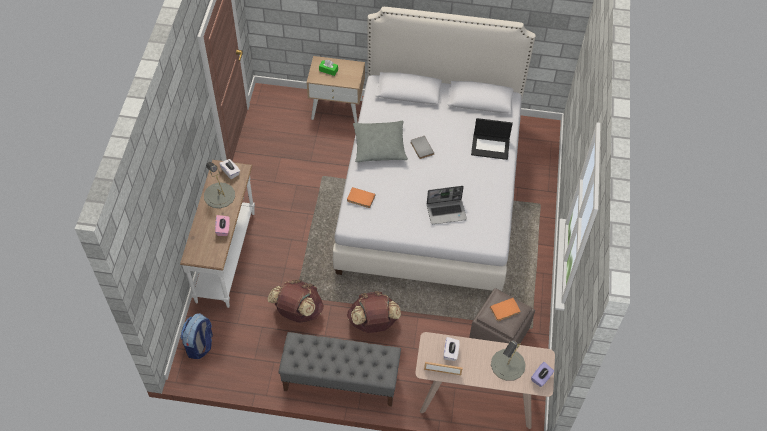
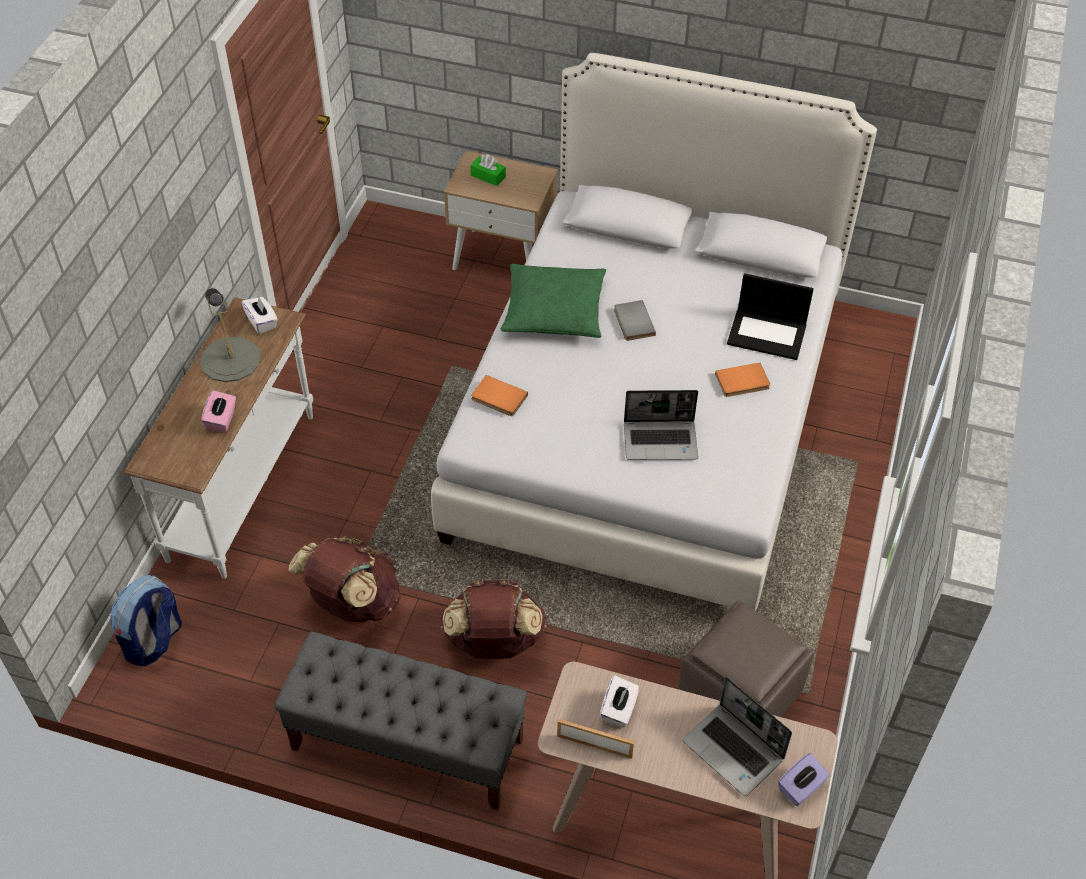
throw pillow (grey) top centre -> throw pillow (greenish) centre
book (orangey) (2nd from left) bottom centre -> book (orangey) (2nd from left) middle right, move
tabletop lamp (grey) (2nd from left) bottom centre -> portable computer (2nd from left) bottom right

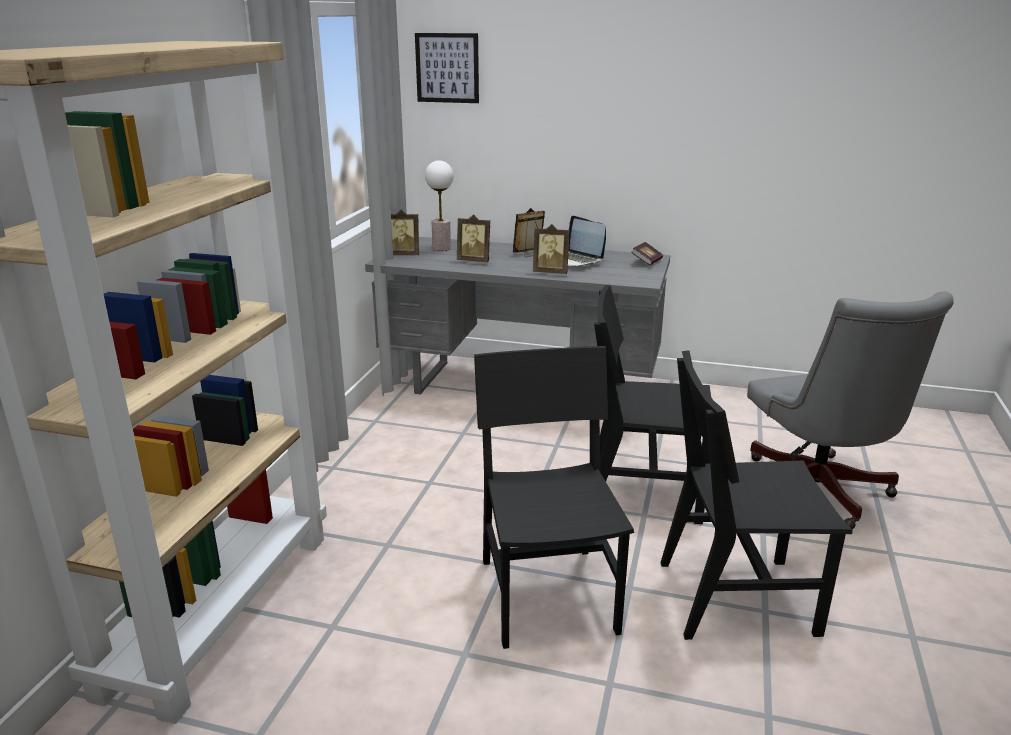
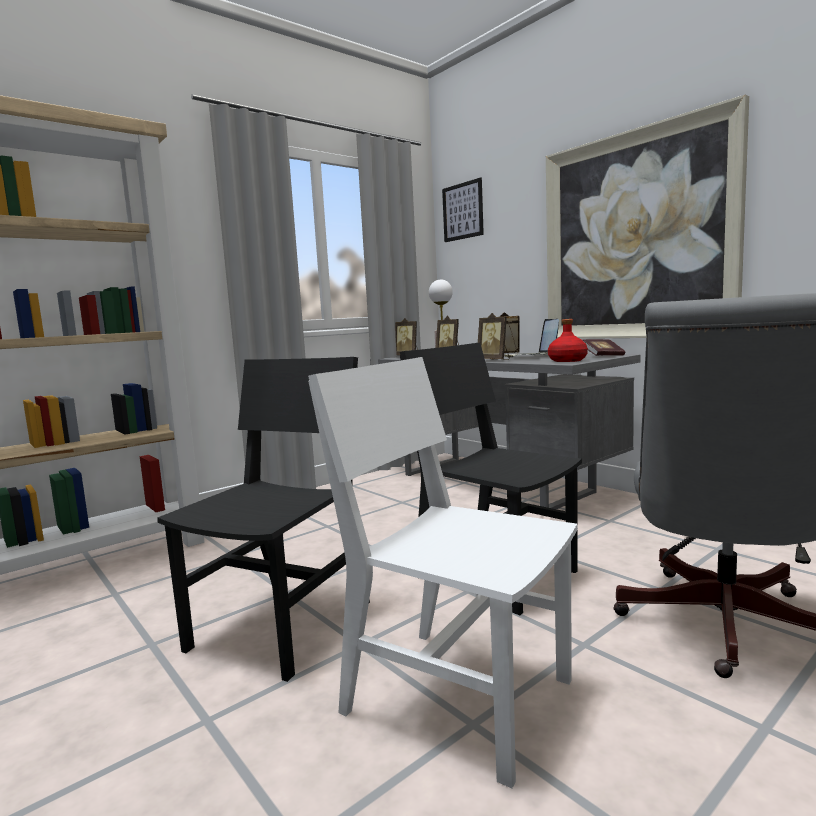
upright chair (black) (3rd from left) bottom right -> upright chair (whitish) bottom centre
none -> wall picture (2nd from left) top right
none -> drink bottle (red-coloured) middle right

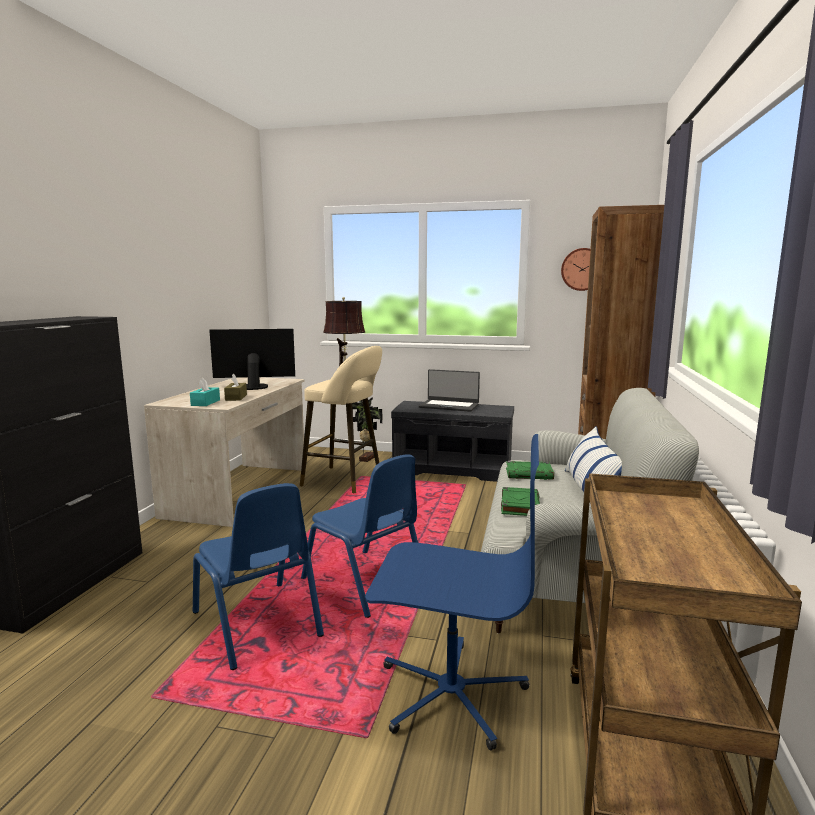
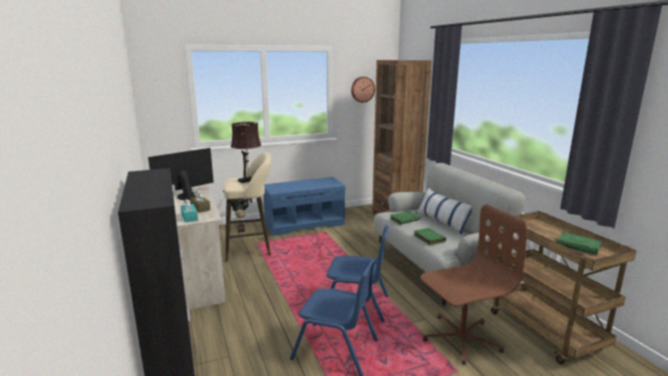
computer chair (bluish) bottom centre -> computer chair (brown) bottom right
bench (grey) centre -> bench (bluish) centre
portable computer centre -> none
none -> book (greenish) (3rd from left) middle right

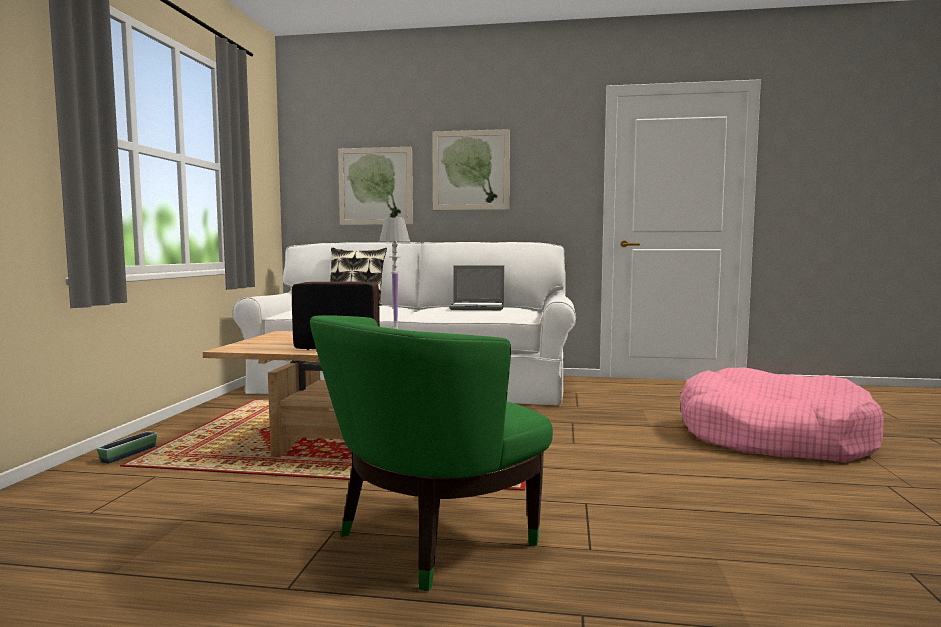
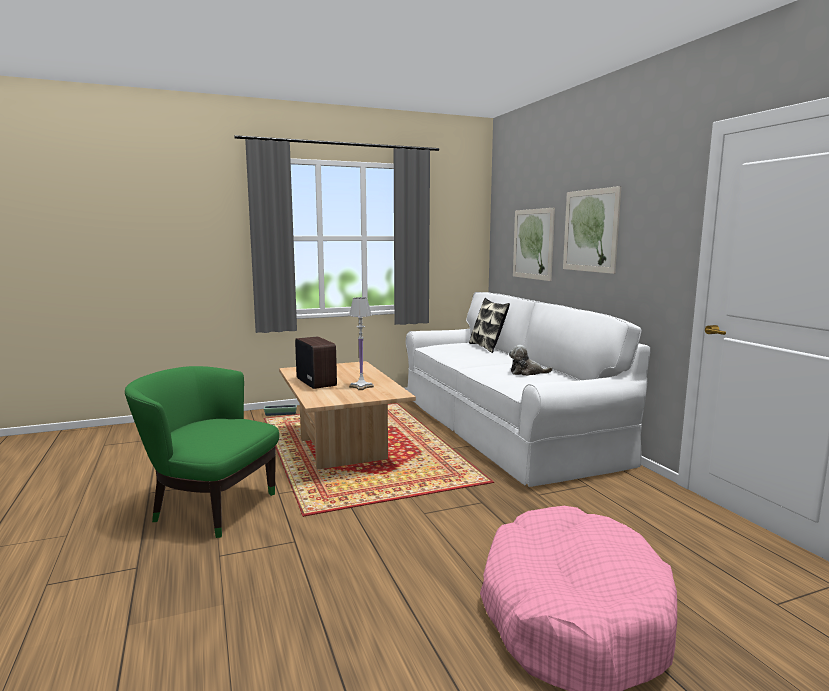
portable computer centre -> soft toy centre

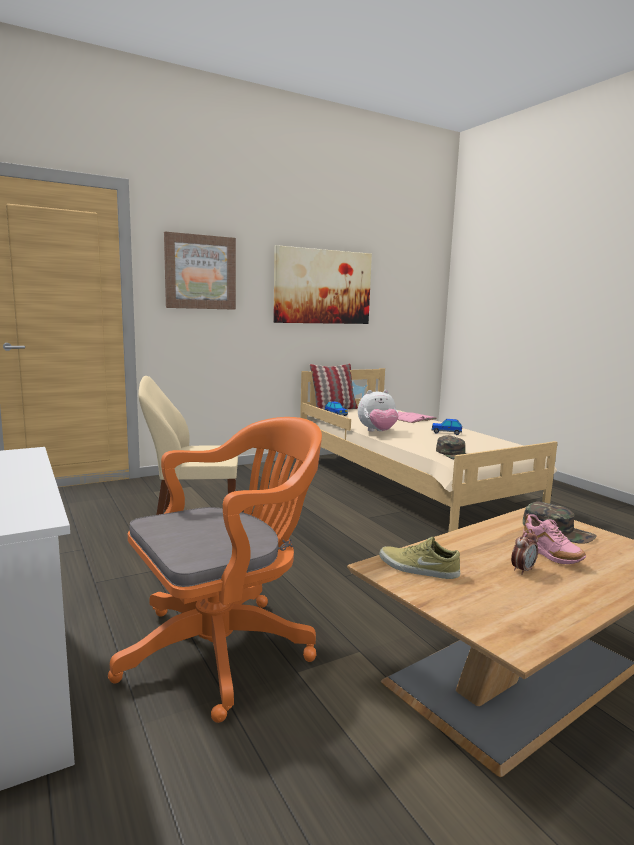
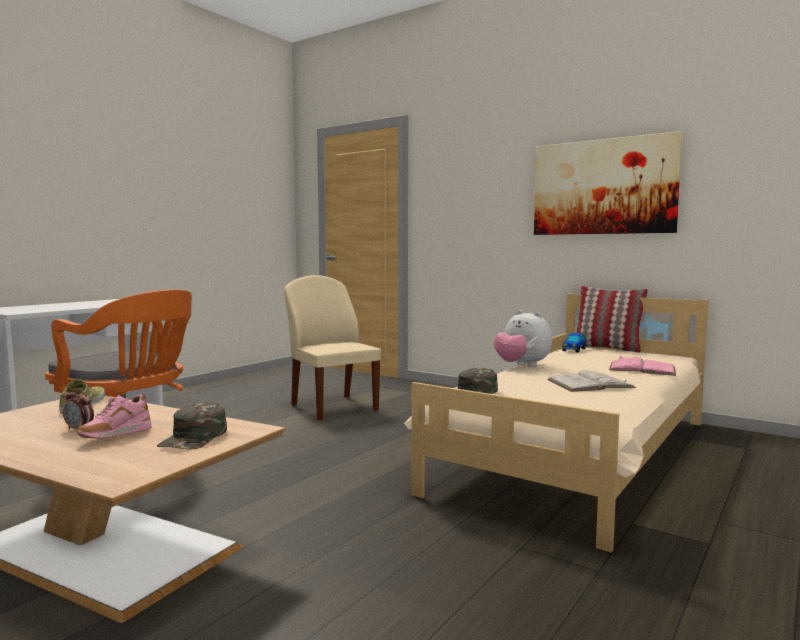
wall picture (1st from left) top left -> none
model car (2nd from left) middle right -> book (whitish) middle right

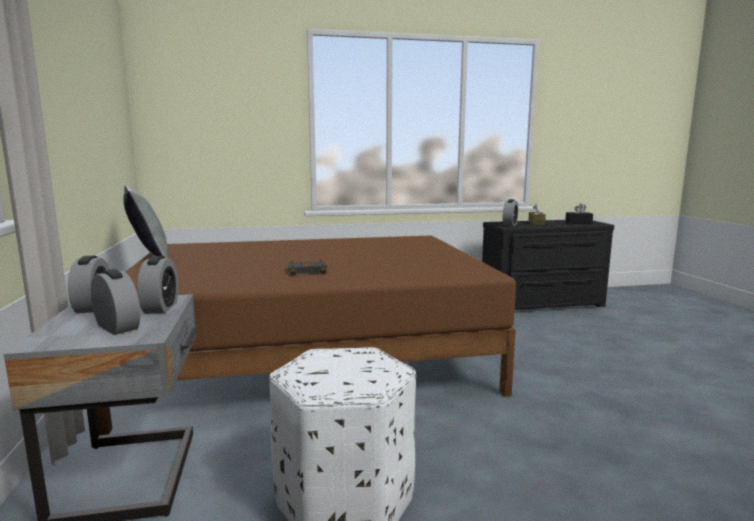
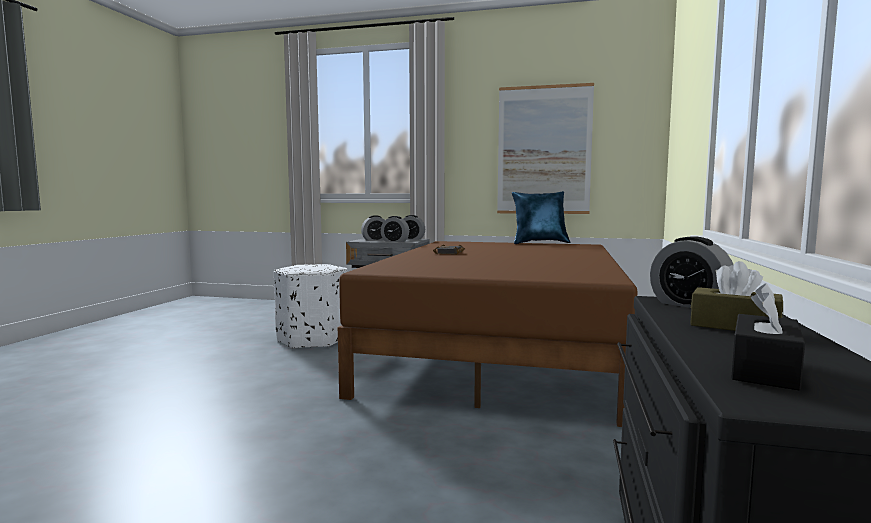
throw pillow (grey) middle left -> throw pillow (bluish) centre
none -> wall picture top centre

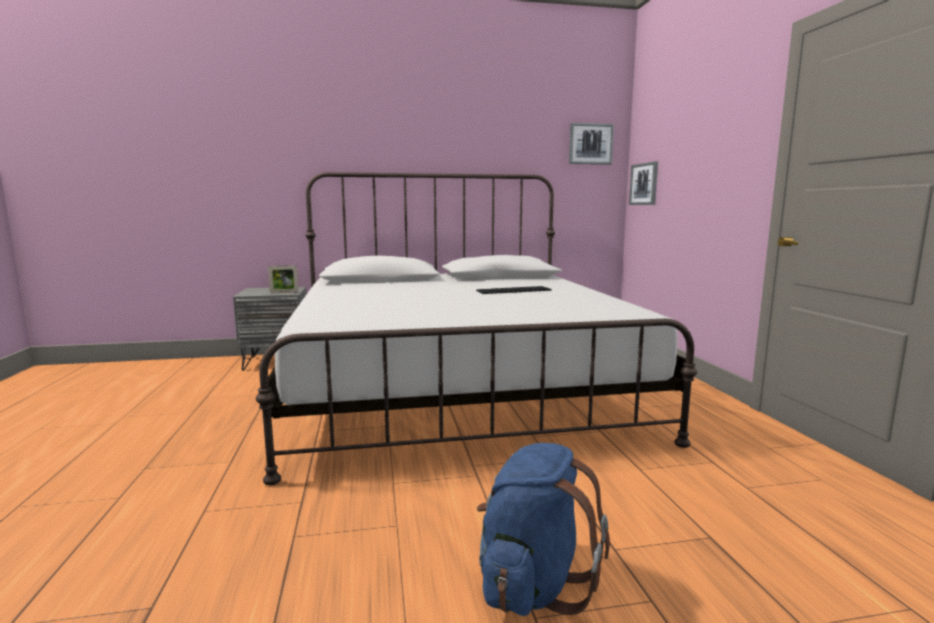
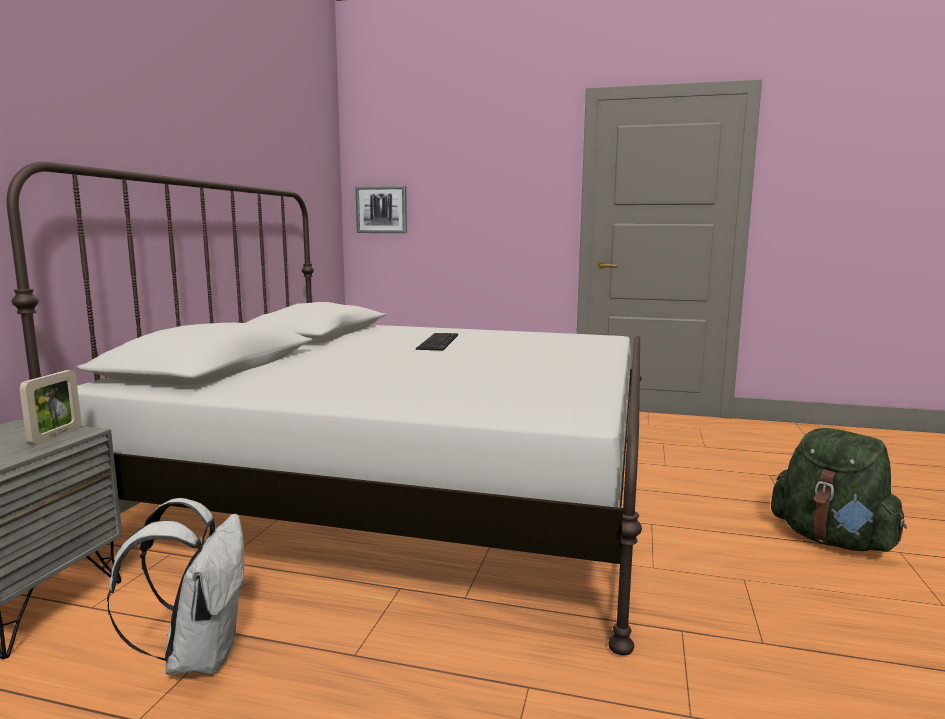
rucksack (bluish) bottom centre -> rucksack (greenish) bottom right
wall picture (1st from left) top centre -> none
none -> rucksack (whitish) bottom left

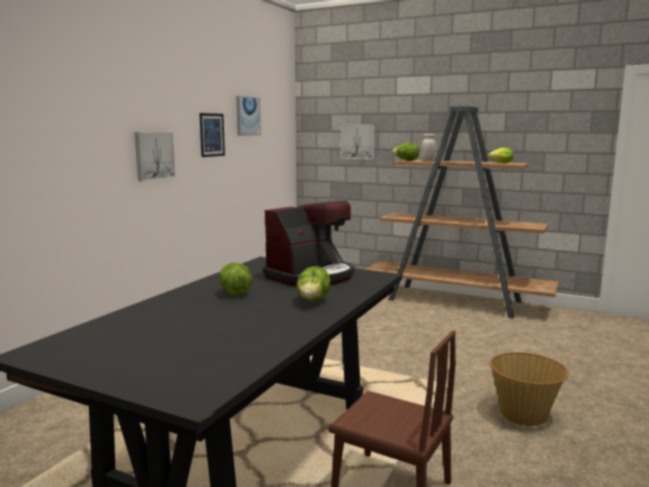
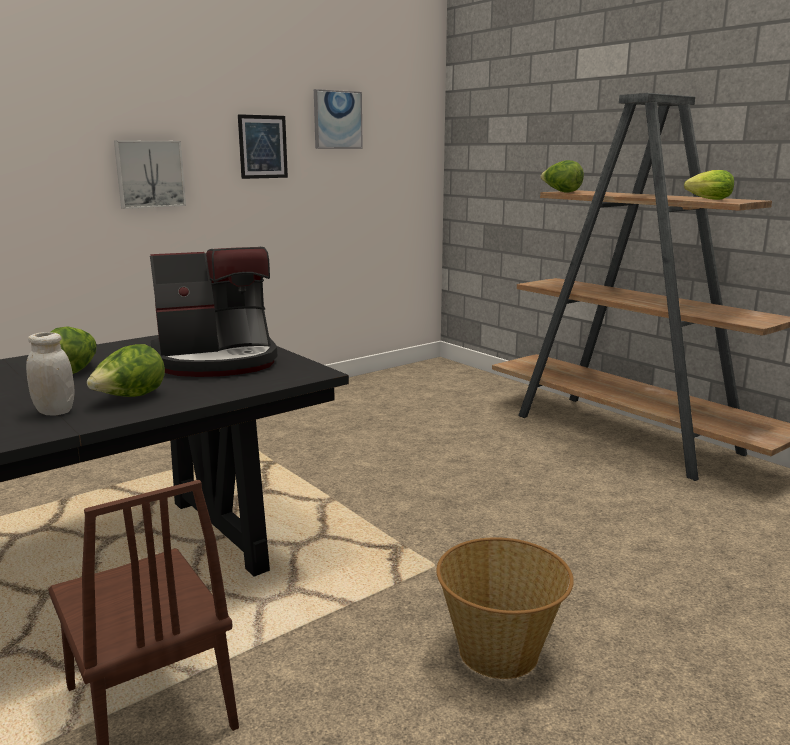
wall picture (4th from left) top centre -> none
jar (whitish) top centre -> jar (whitish) middle left, move

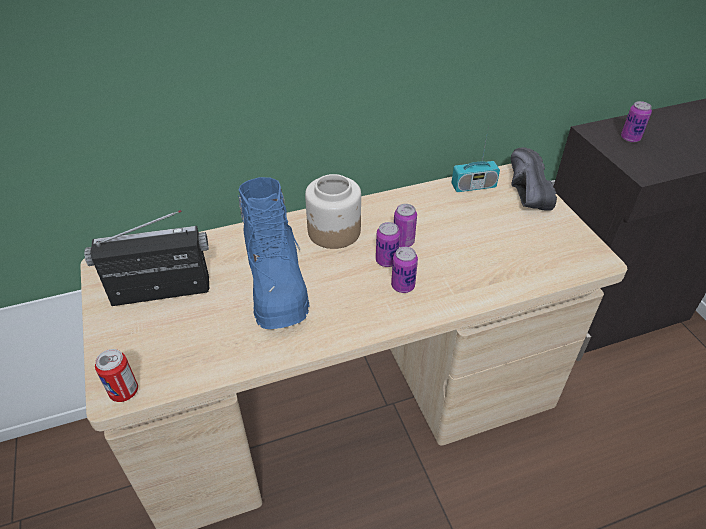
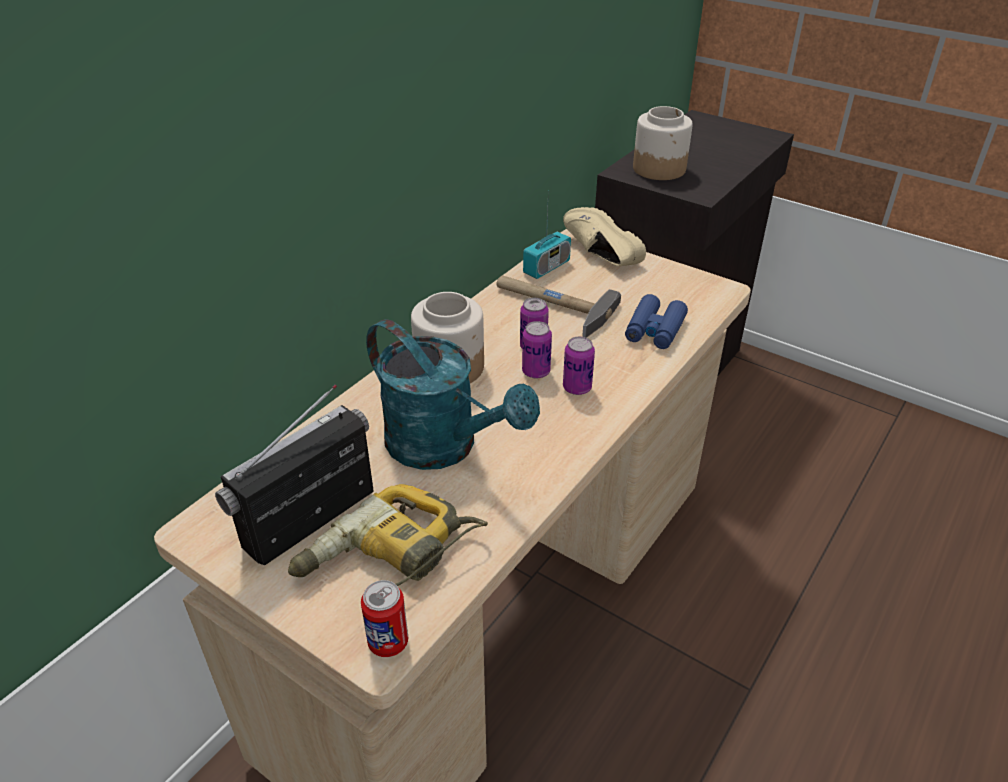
tall boot (bluish) centre -> watering pot (blue-green) centre
low shoe (black) middle right -> low shoe (beige-coloured) top centre
metal can (5th from left) top right -> jar (2nd from left) top centre
none -> electric drill bottom centre
none -> tool hammer centre
none -> pair of binoculars (bluish) centre

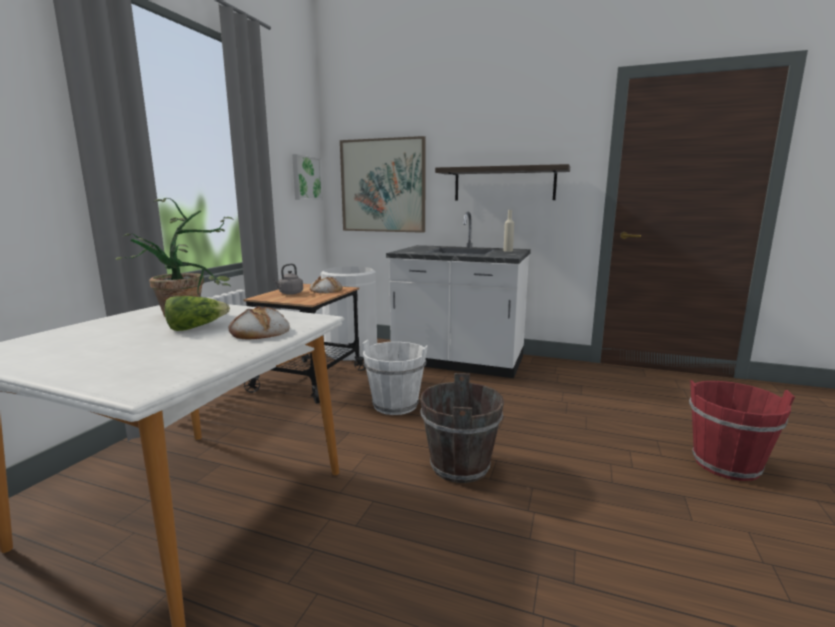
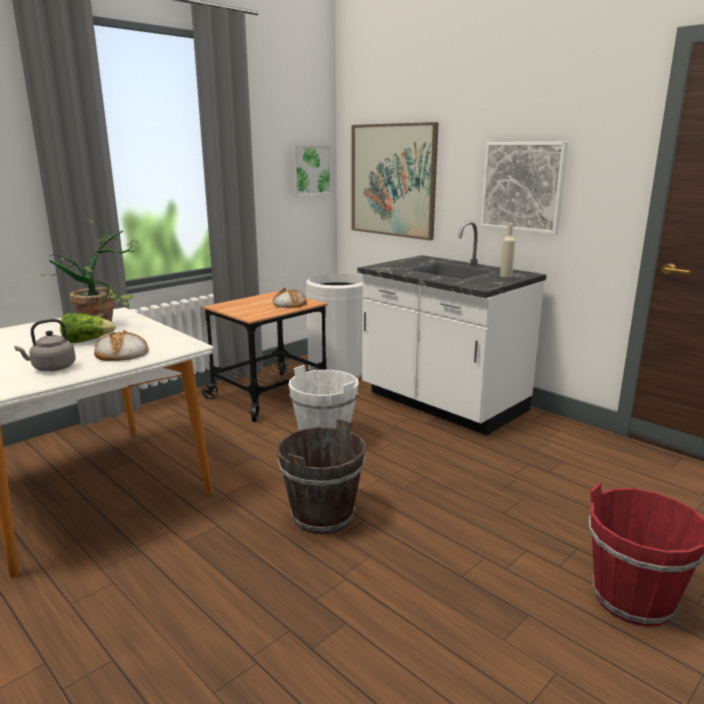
kettle (grey) centre -> kettle (grey) middle left, move
bracket shelf top centre -> wall picture (3rd from left) top right

